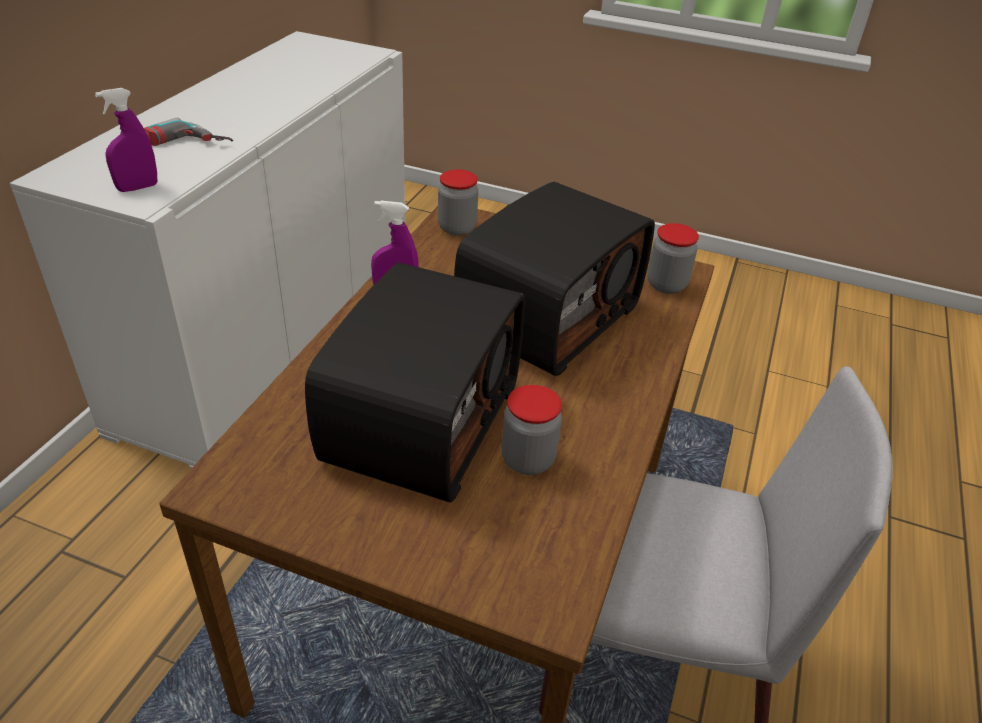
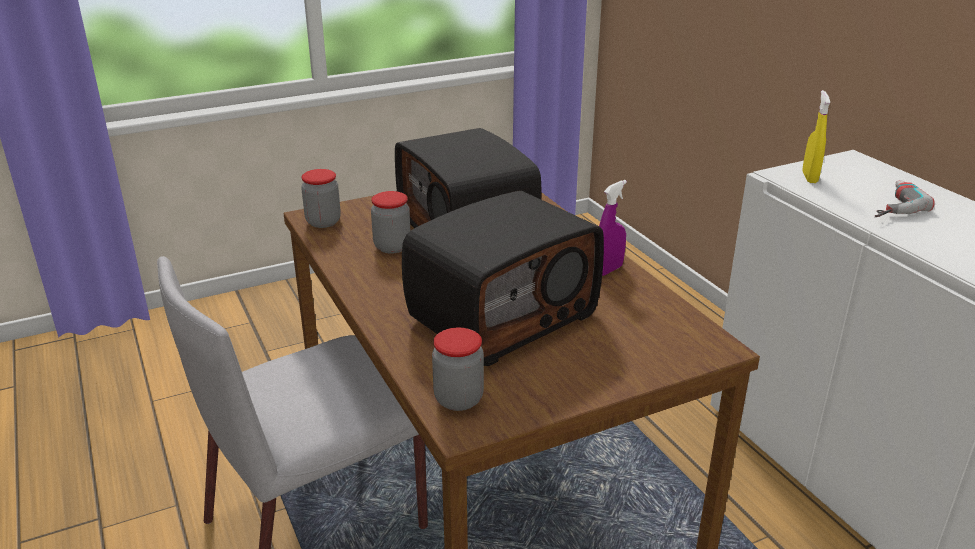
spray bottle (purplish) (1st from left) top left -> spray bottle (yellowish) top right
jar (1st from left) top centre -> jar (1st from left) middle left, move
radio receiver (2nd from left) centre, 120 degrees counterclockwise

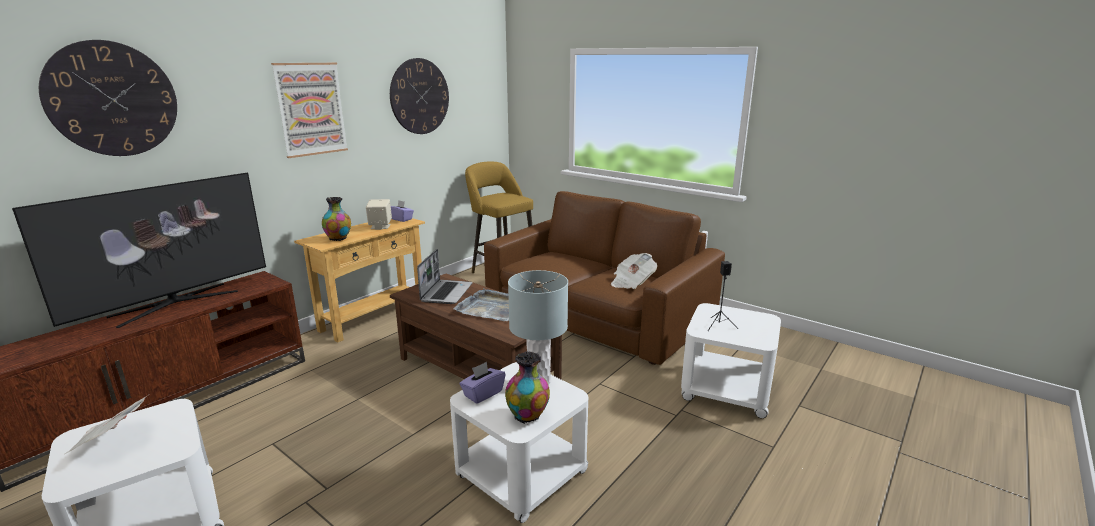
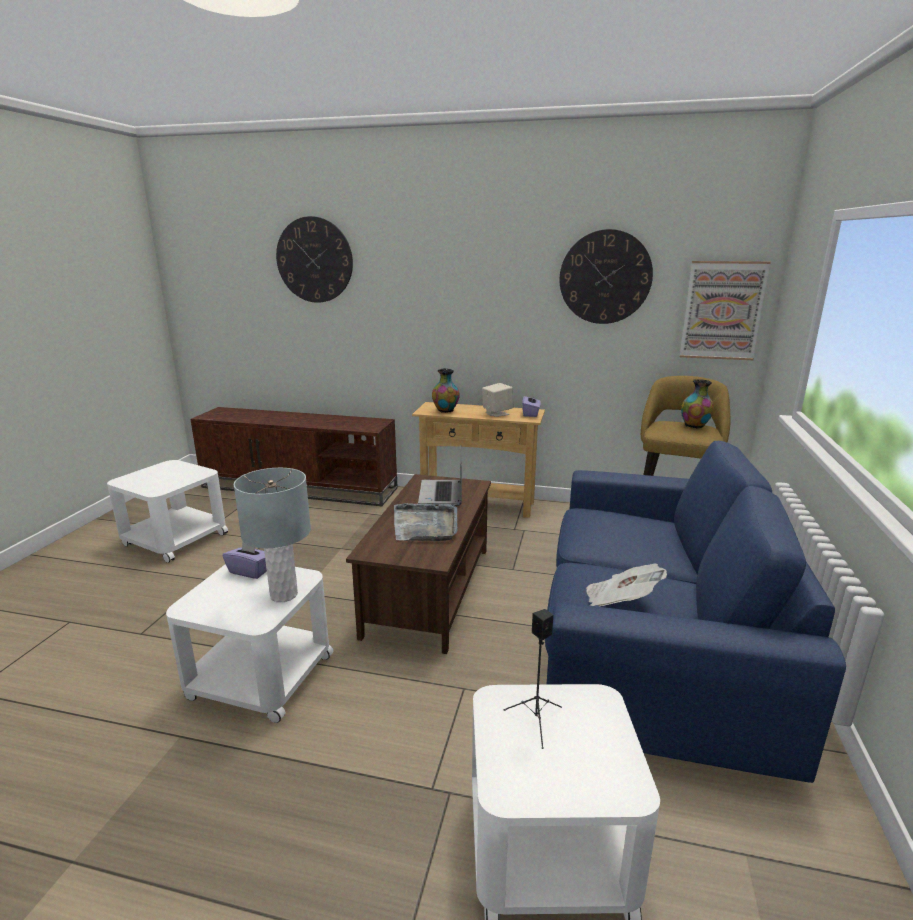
TV middle left -> none
daily paper (1st from left) bottom left -> none
wall picture top left -> wall picture middle right, move
portable computer centre, 105 degrees clockwise
couch (brown) centre -> couch (bluish) middle right
decorative vase (2nd from left) bottom centre -> decorative vase (2nd from left) middle right, move

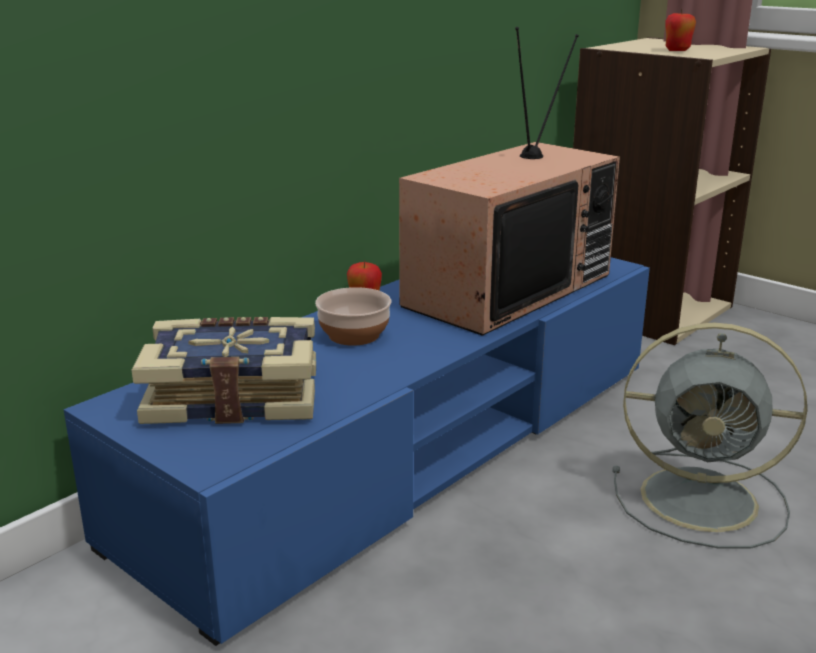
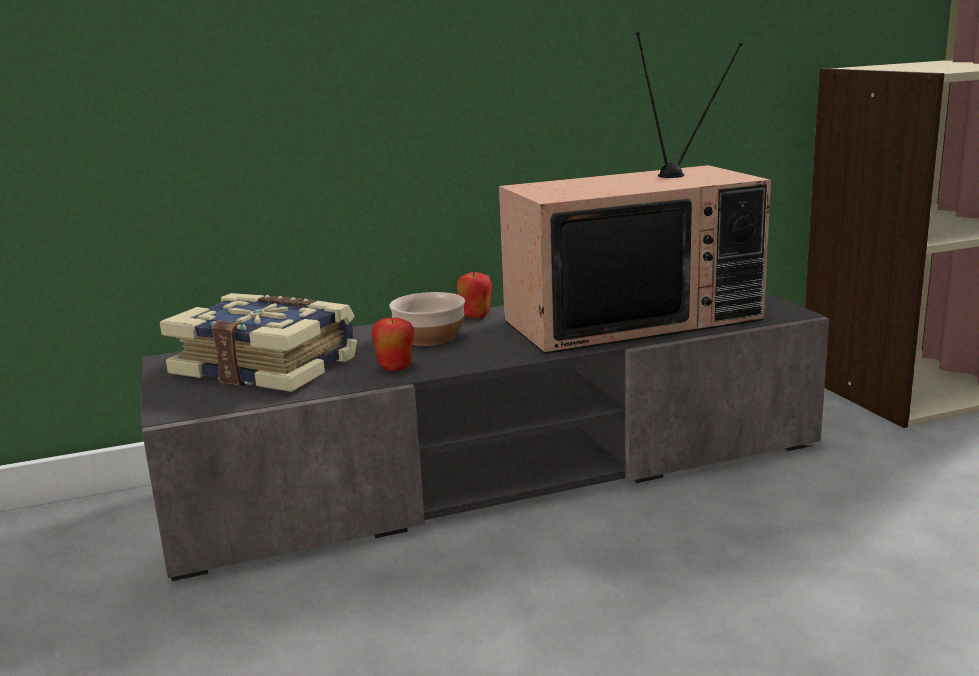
tv unit (bluish) bottom centre -> tv unit (grey) centre
cooling fan (grey) bottom right -> none
apple fruit (2nd from left in the first image) top right -> apple fruit (1st from left) centre, move

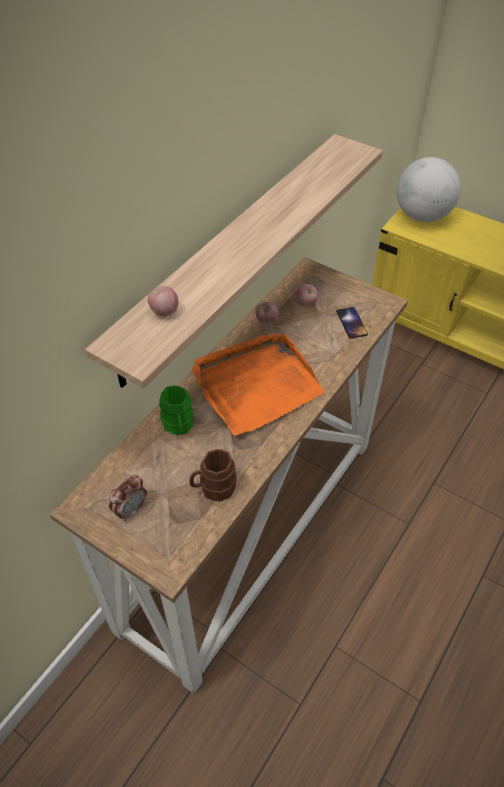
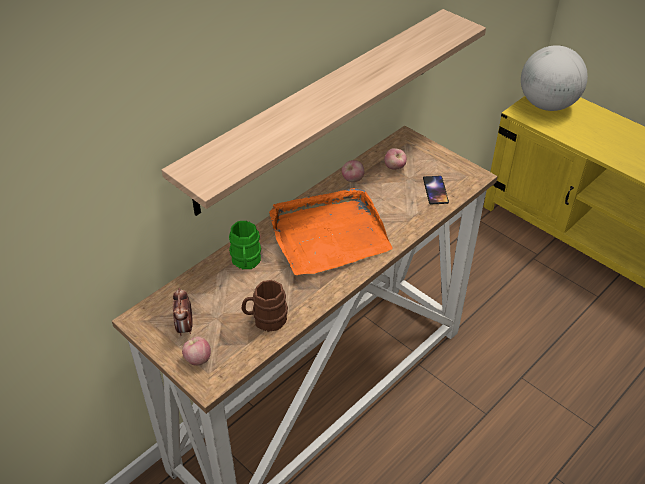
bedside clock middle left, 120 degrees clockwise
apple fruit (1st from left) middle left -> apple fruit (1st from left) bottom left, move

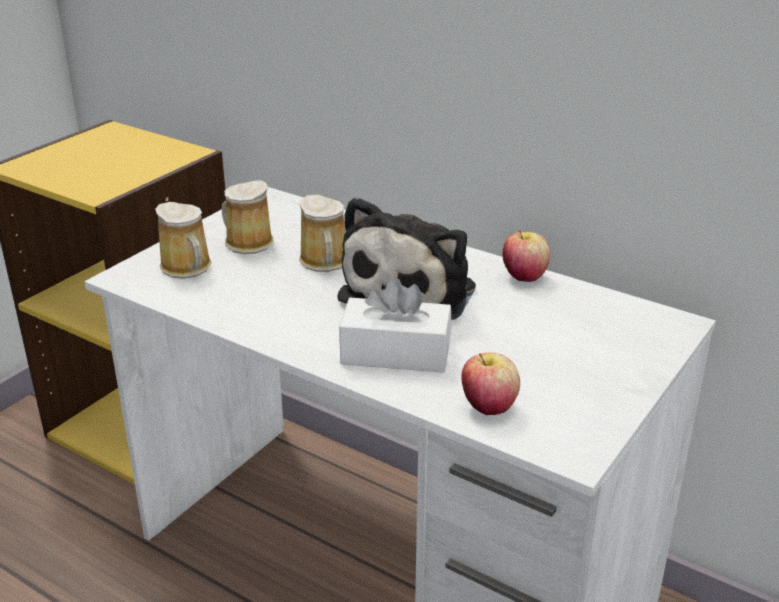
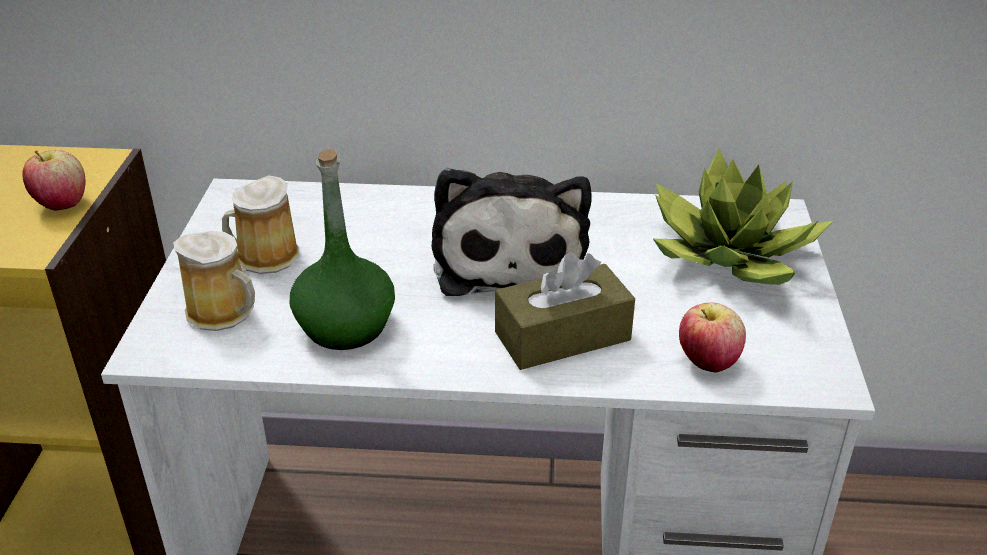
coffee mug (3rd from left) centre -> none
box of tissues (whitish) centre -> box of tissues (brown) centre
apple fruit (2nd from left in the first image) middle right -> apple fruit (1st from left) top left, move
none -> drink bottle (greenish) centre
none -> houseplant middle right

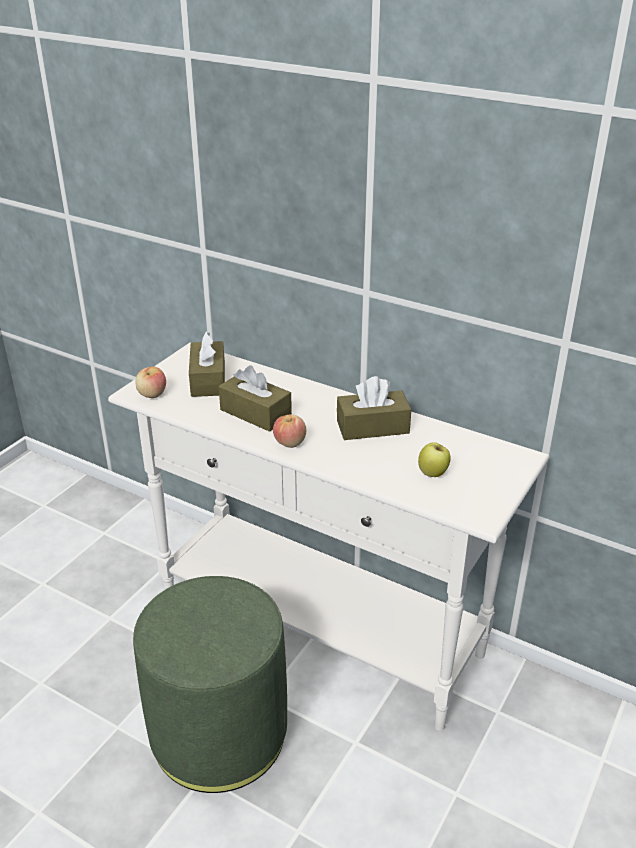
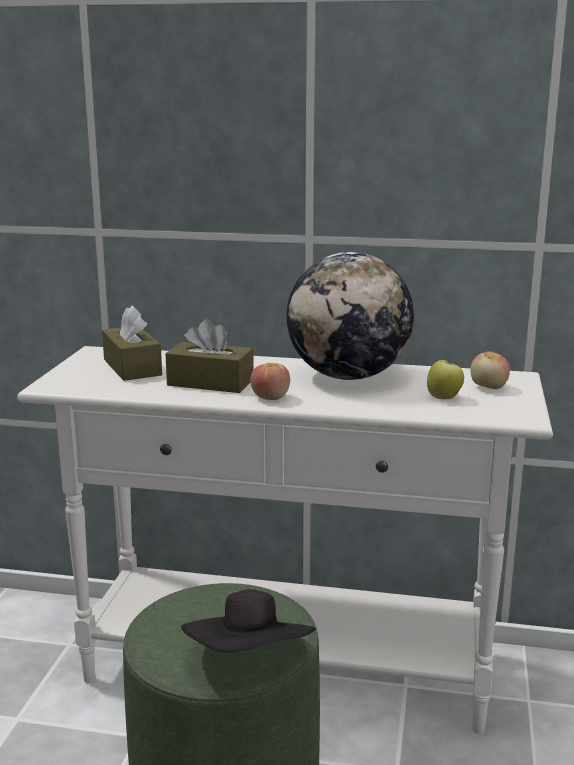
apple fruit (1st from left in the first image) middle left -> apple fruit (3rd from left) middle right, move
box of tissues (brown) (3rd from left) centre -> globe centre
none -> clothing hat (black) bottom centre

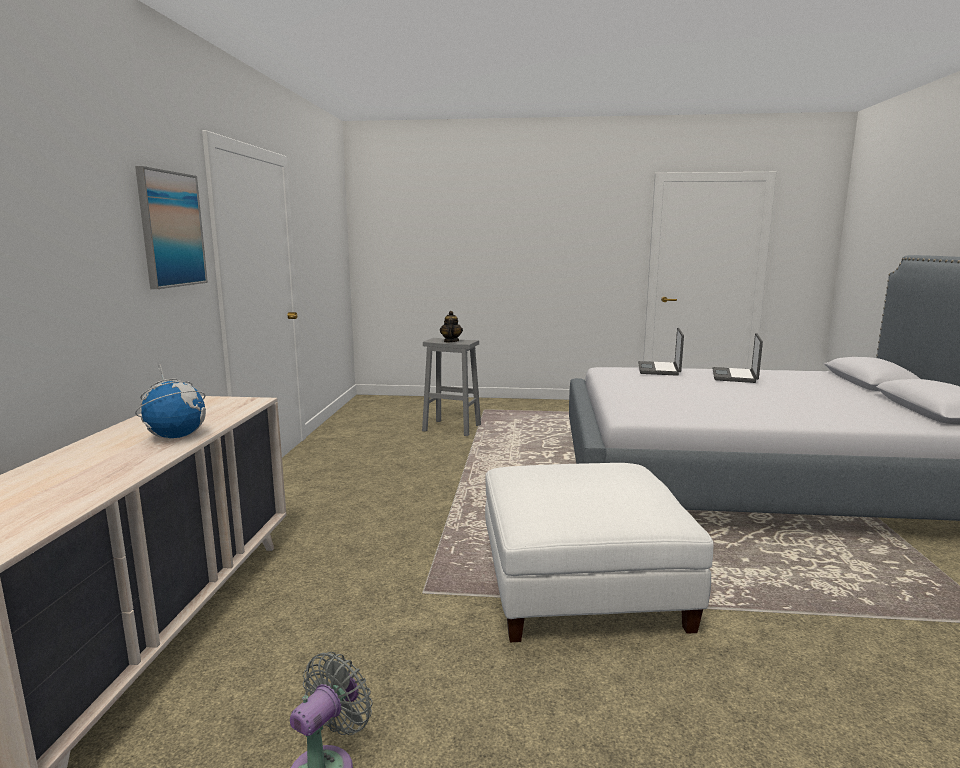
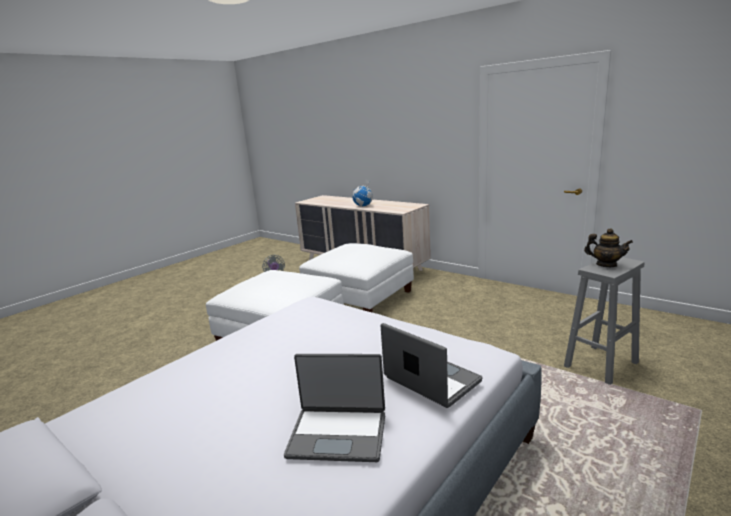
wall picture top left -> none
portable computer (2nd from left in the first image) middle right -> portable computer (1st from left) bottom centre, 135 degrees clockwise
none -> ottoman (whitish) (2nd from left) centre

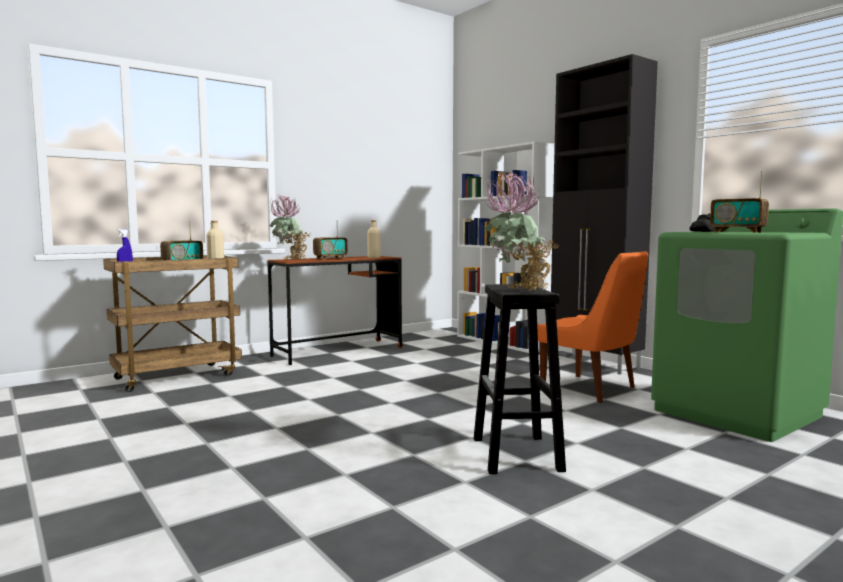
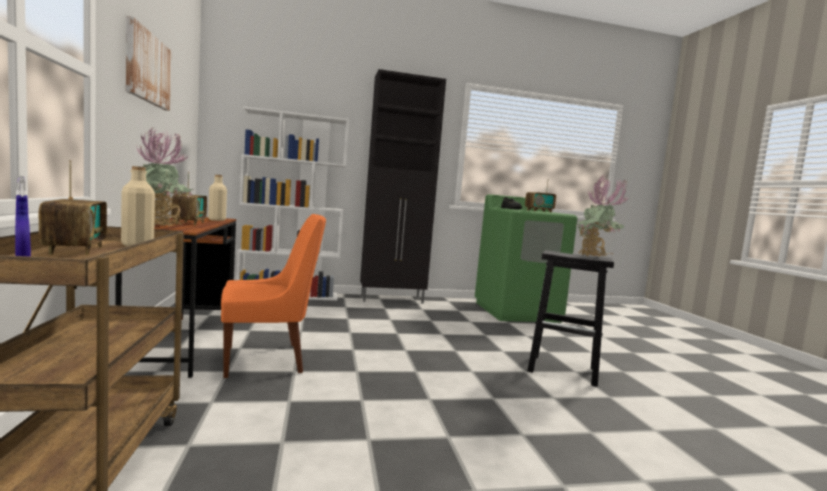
upright chair (orangey) middle right -> upright chair (orangey) middle left, move
none -> wall picture top left

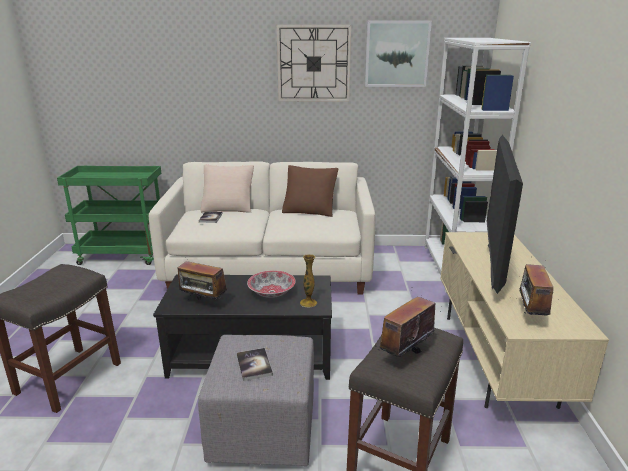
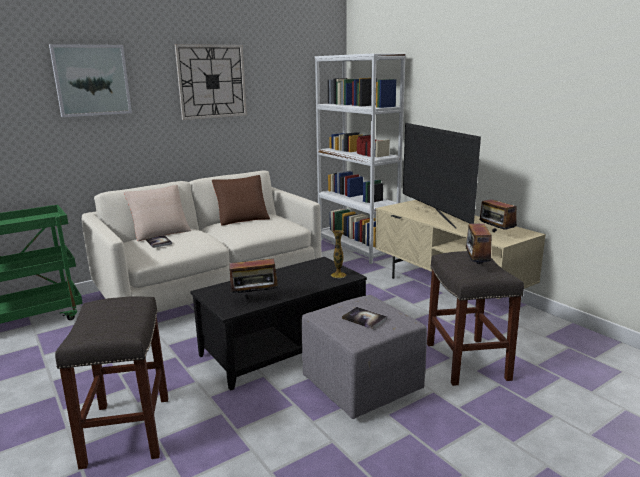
deep dish centre -> none
wall picture top centre -> wall picture top left, move

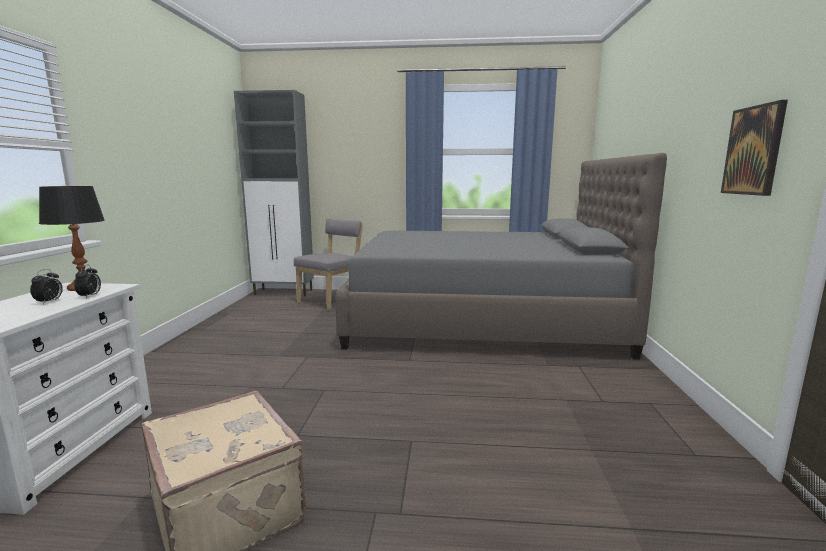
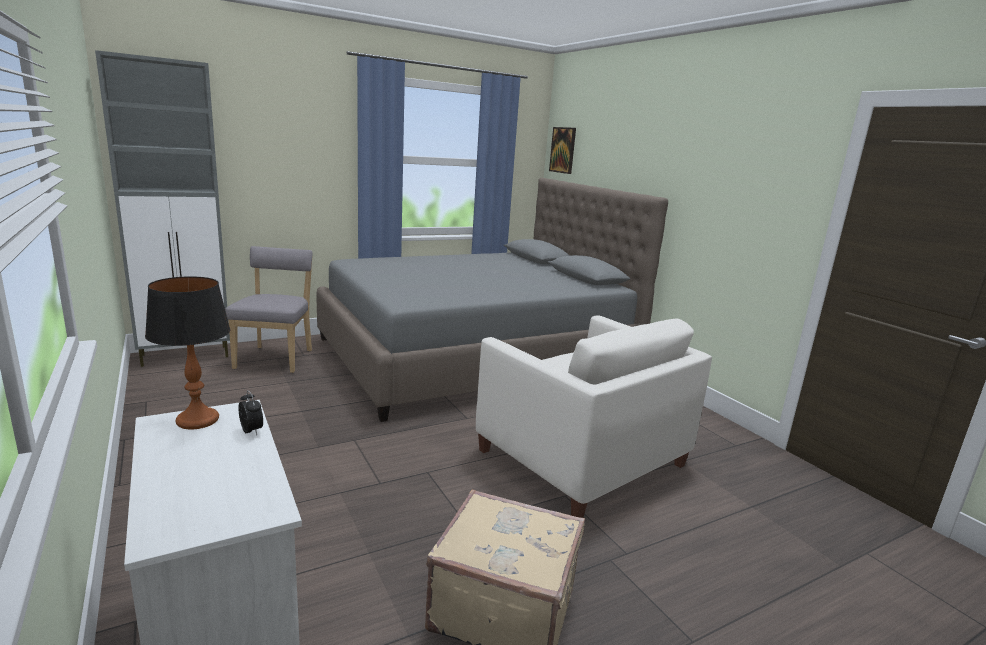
bedside clock (1st from left) middle left -> none
wall picture top right -> wall picture top centre, move
none -> armchair (whitish) centre

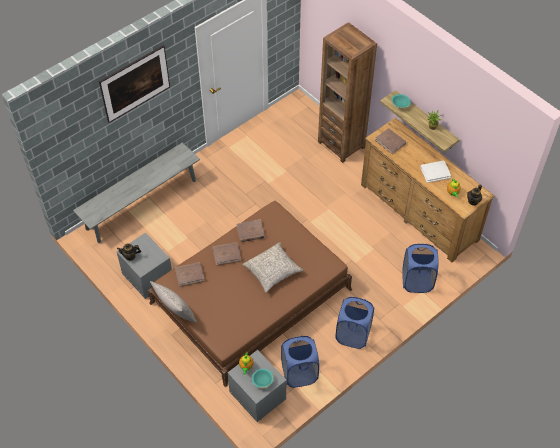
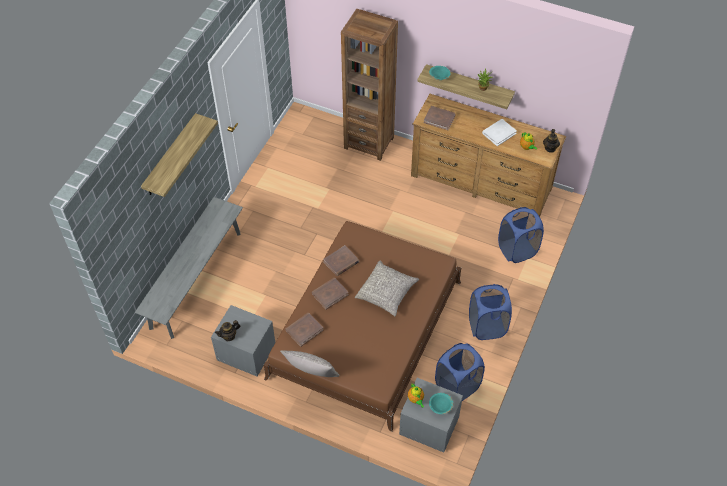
wall picture top left -> bracket shelf (1st from left) top left

